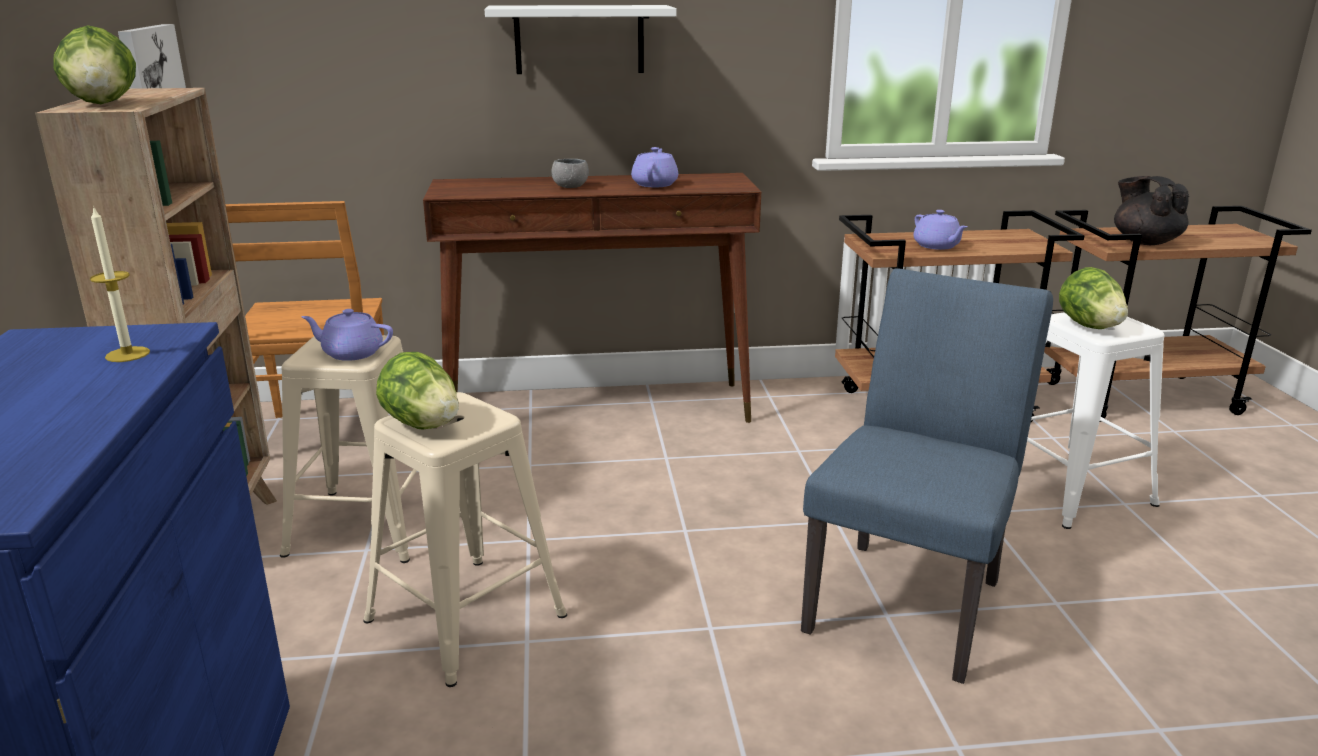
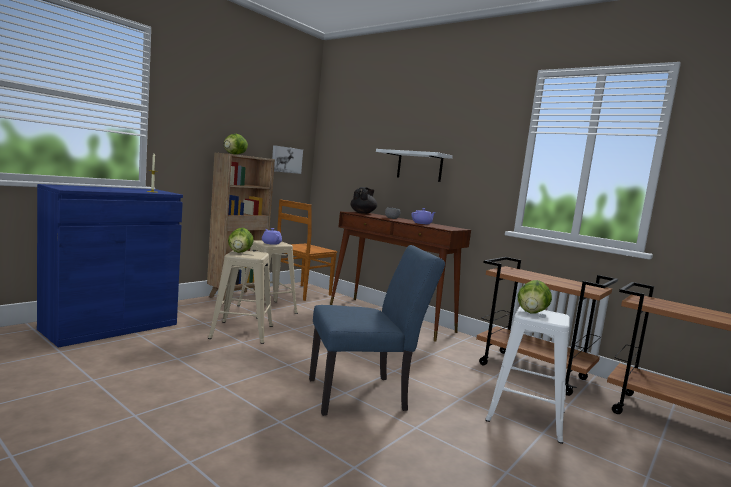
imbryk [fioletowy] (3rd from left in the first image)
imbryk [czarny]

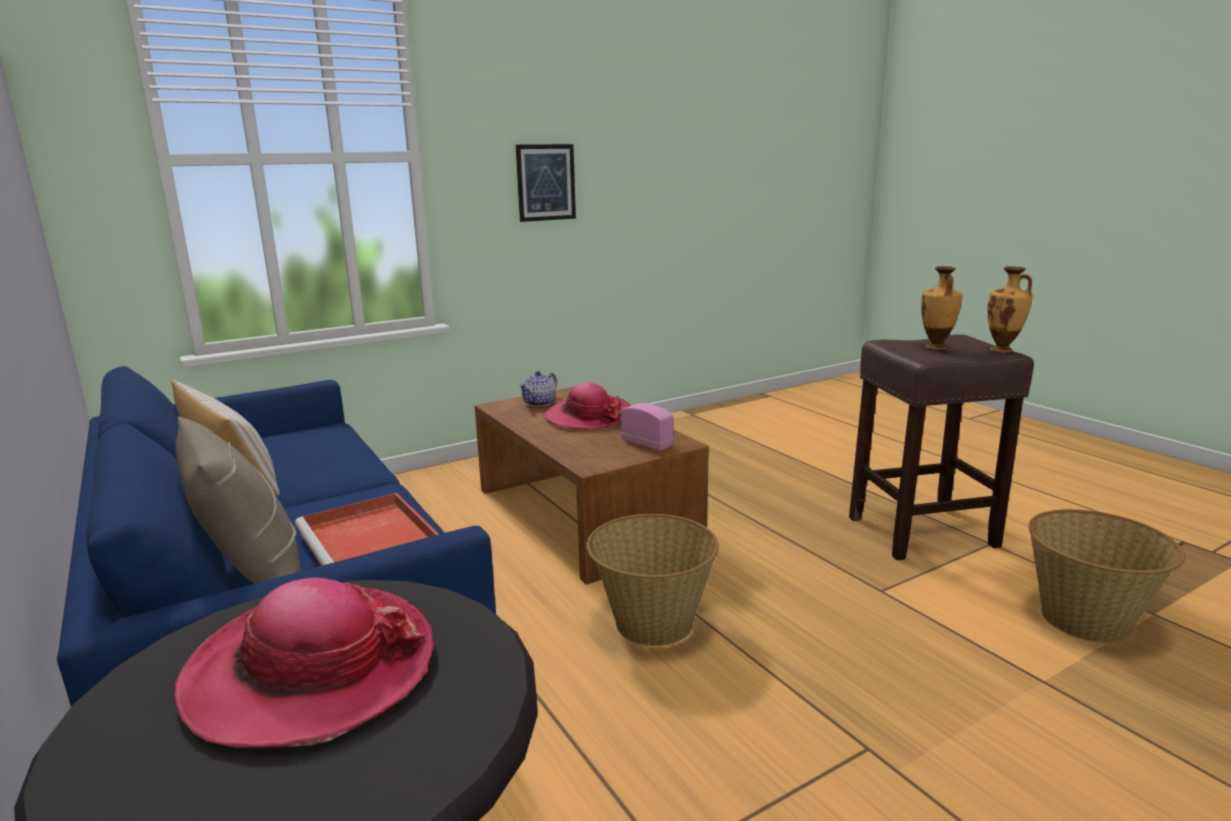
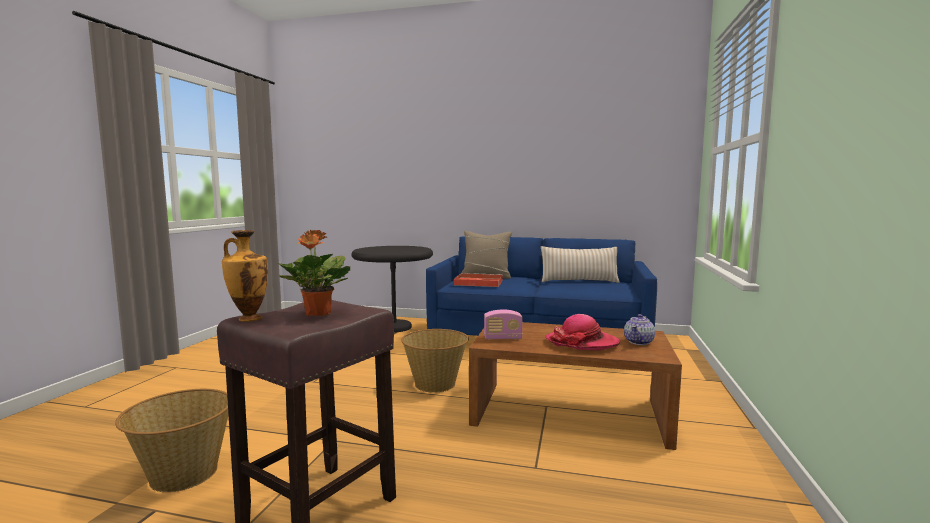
kapelusz (1st from left in the first image)
obraz
roślina doniczkowa
imbryk

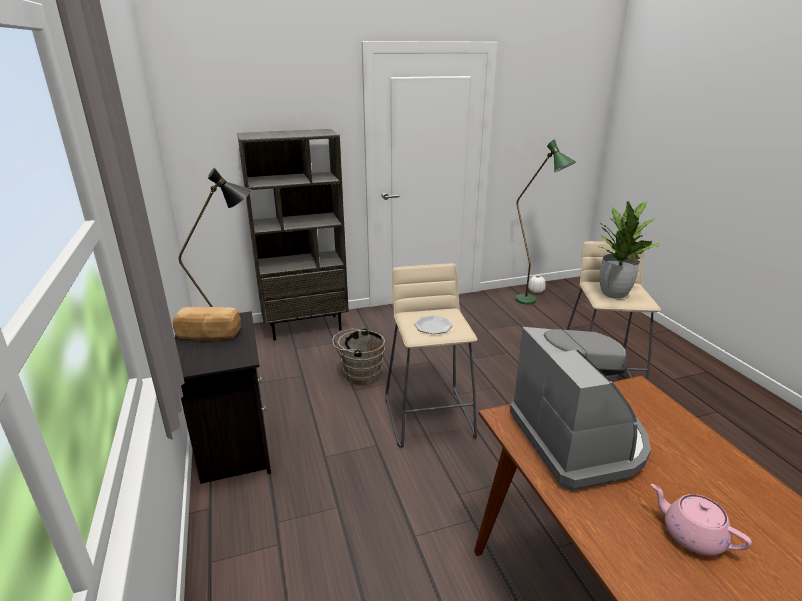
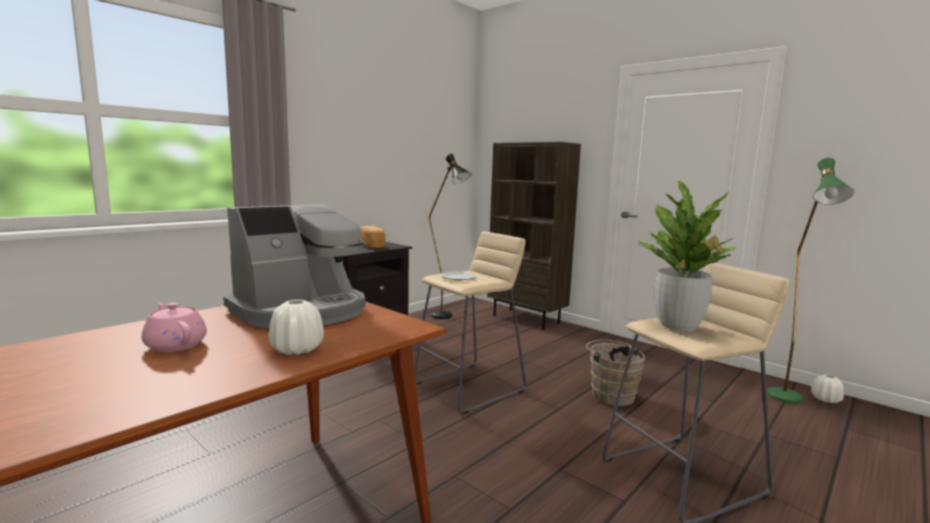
wazon [biały] (1st from left)
wiadro [brązowy]
imbryk [różowy]

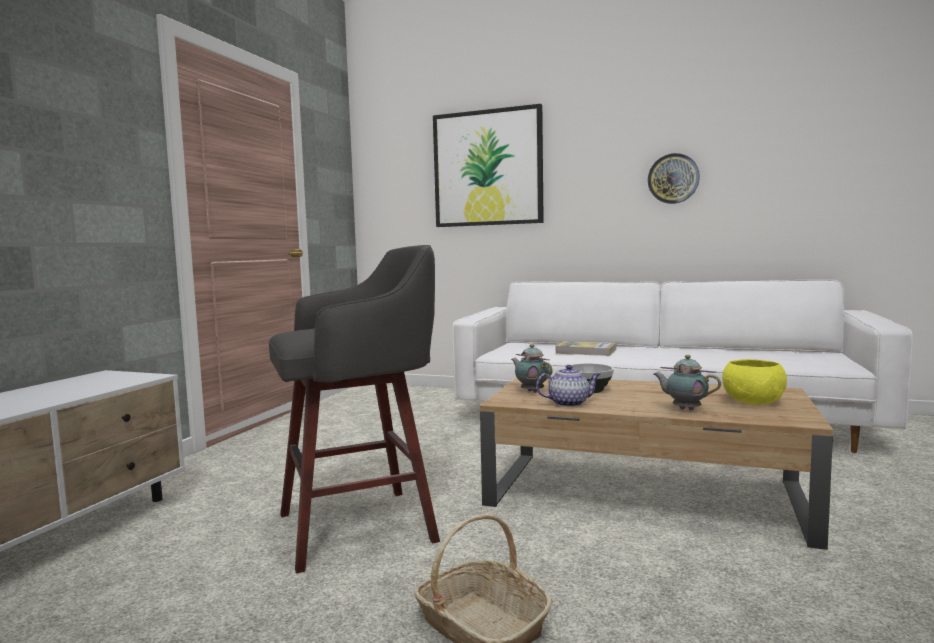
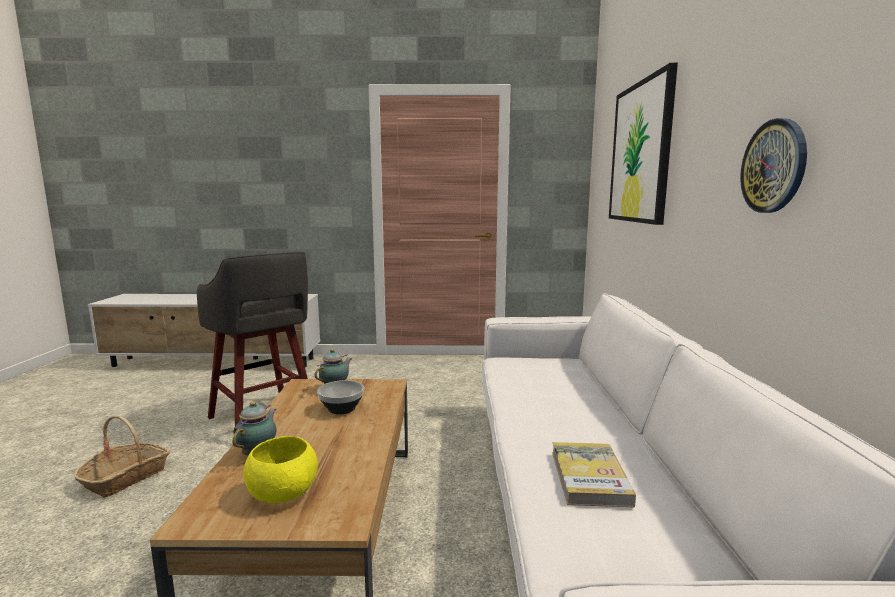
imbryk (2nd from left in the first image)
książka

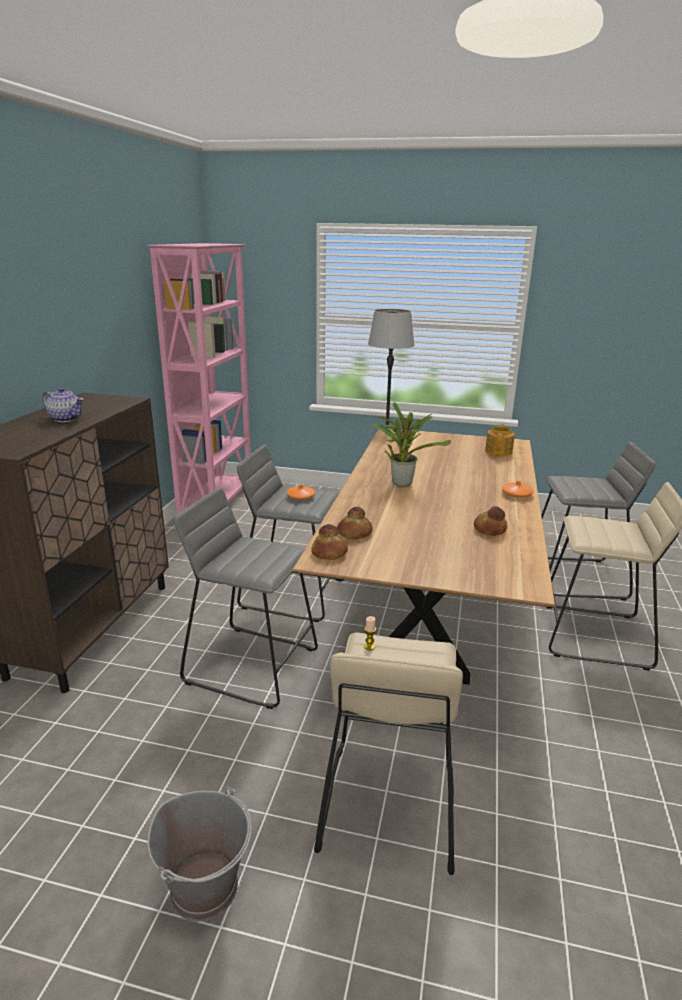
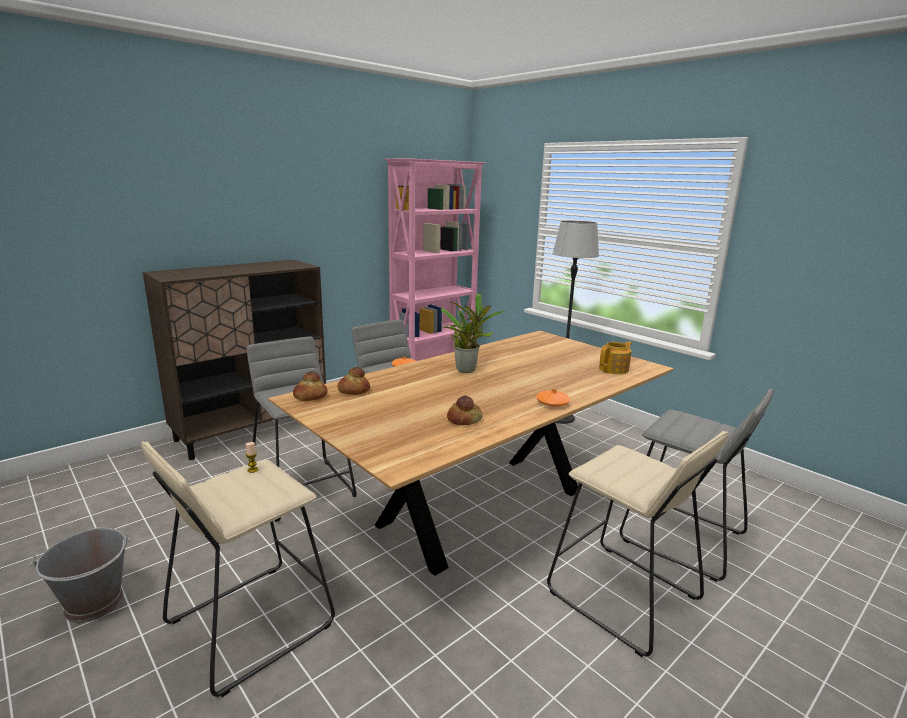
imbryk (1st from left in the first image)

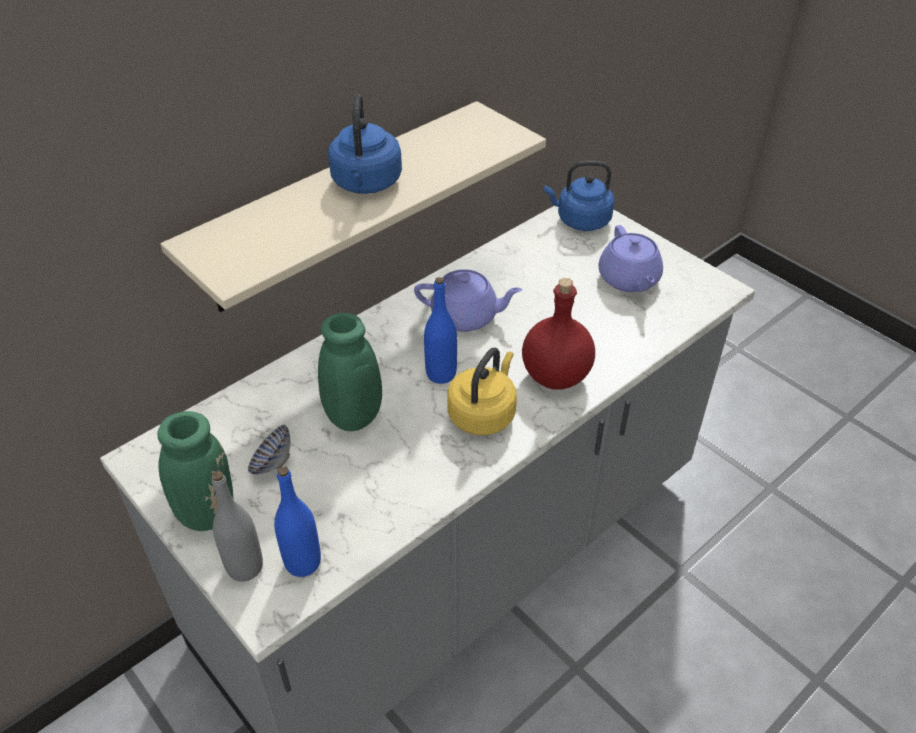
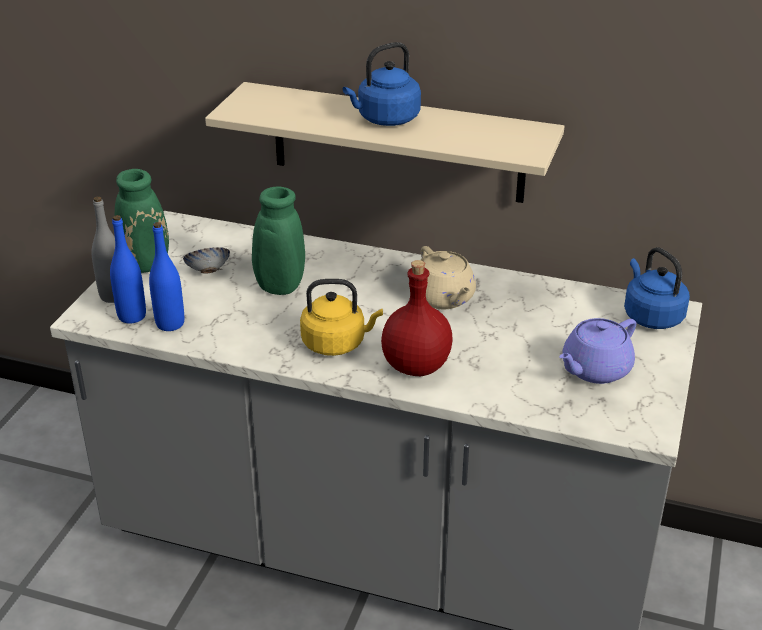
butelka [niebieski] (2nd from left)
imbryk [beżowy]

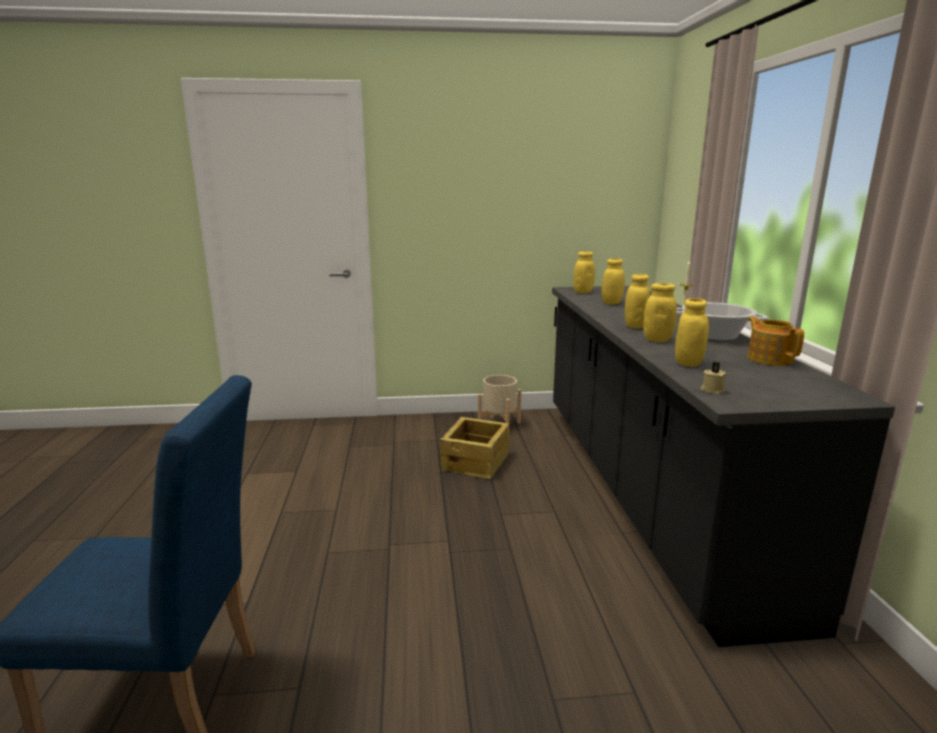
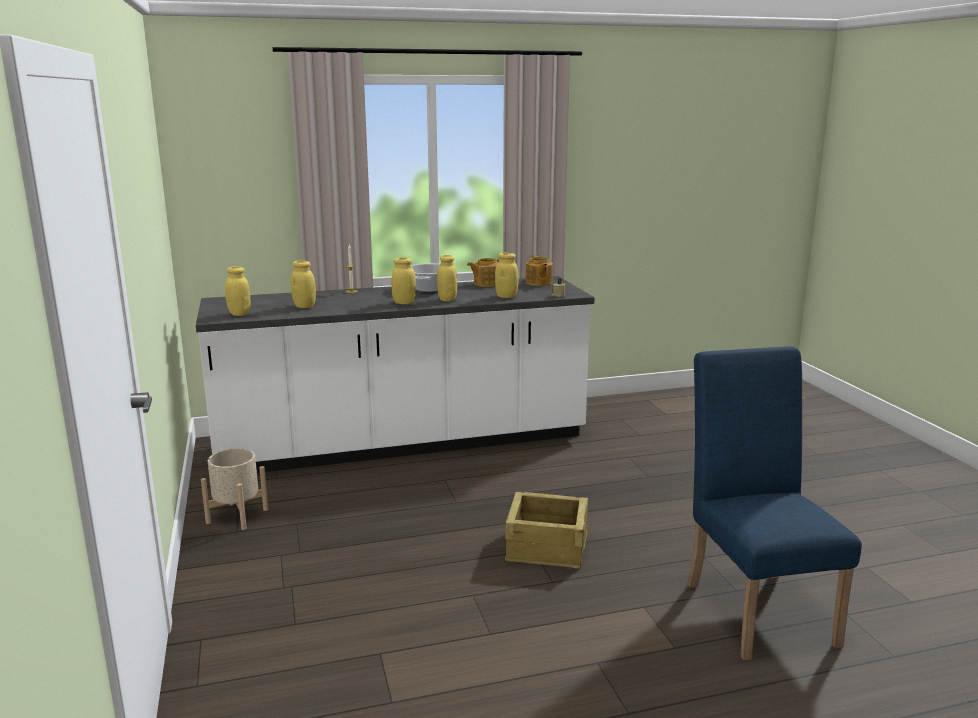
imbryk (2nd from left)
skrzynka
zabudowa kuchenna [biały]

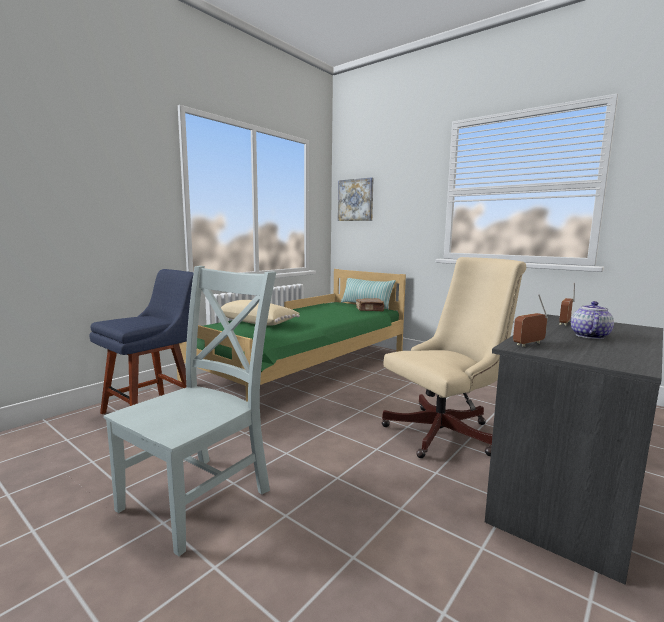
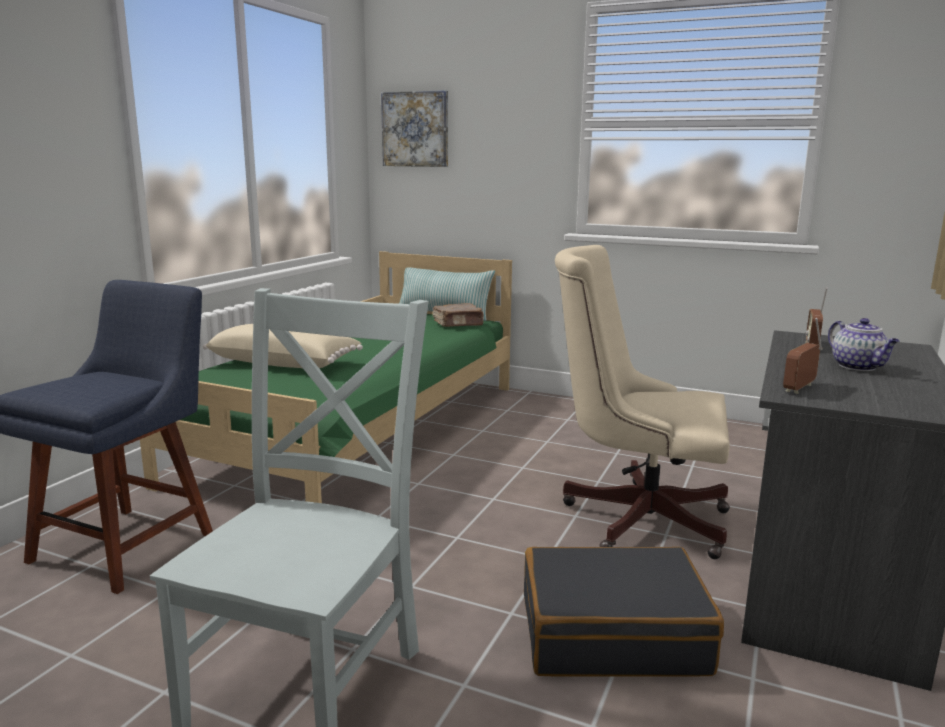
walizka [czarny]
krzesło biurowe [beżowy]
imbryk

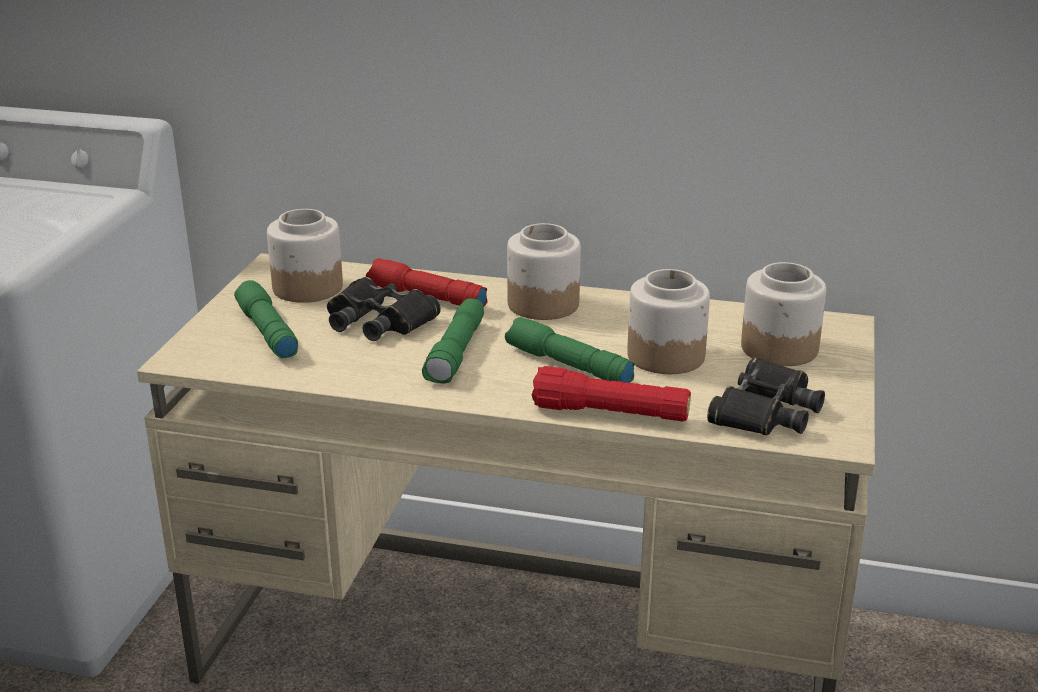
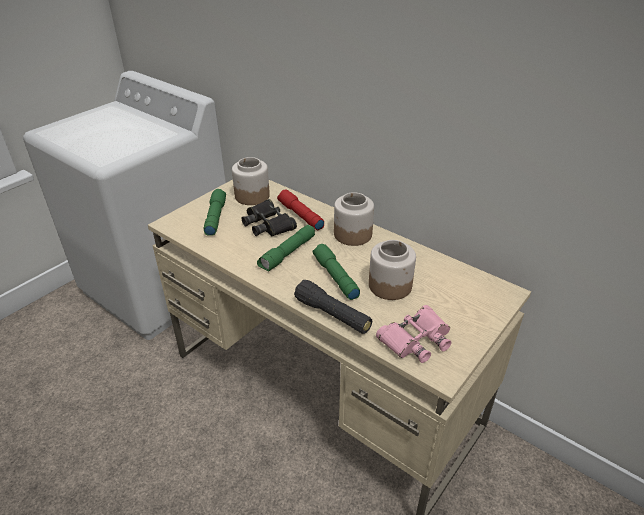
słoik (4th from left in the first image)
latarka [czarny]
lornetka [różowy]

